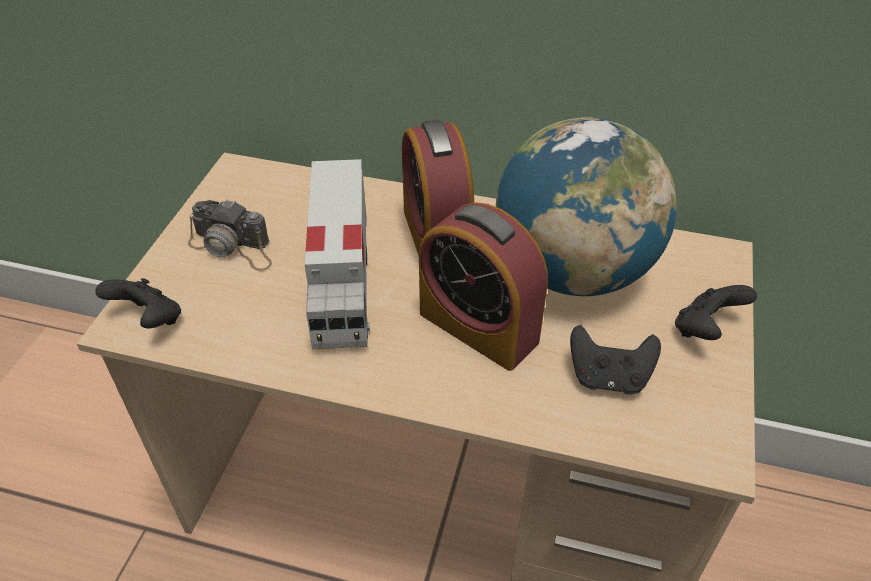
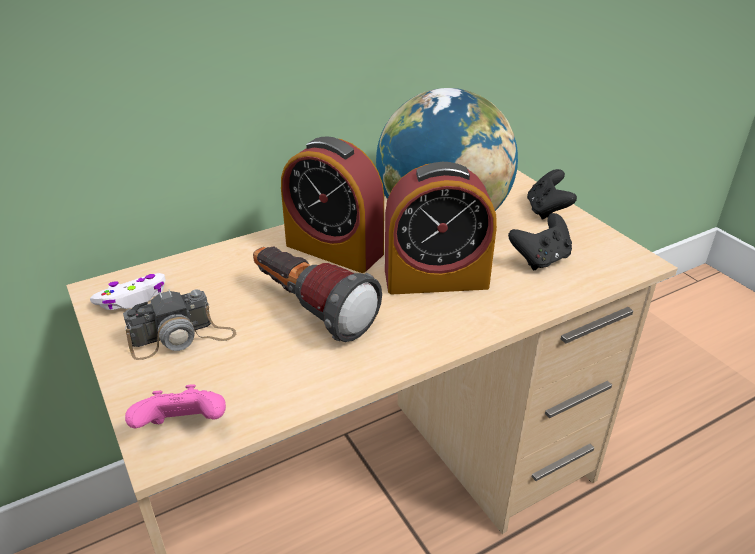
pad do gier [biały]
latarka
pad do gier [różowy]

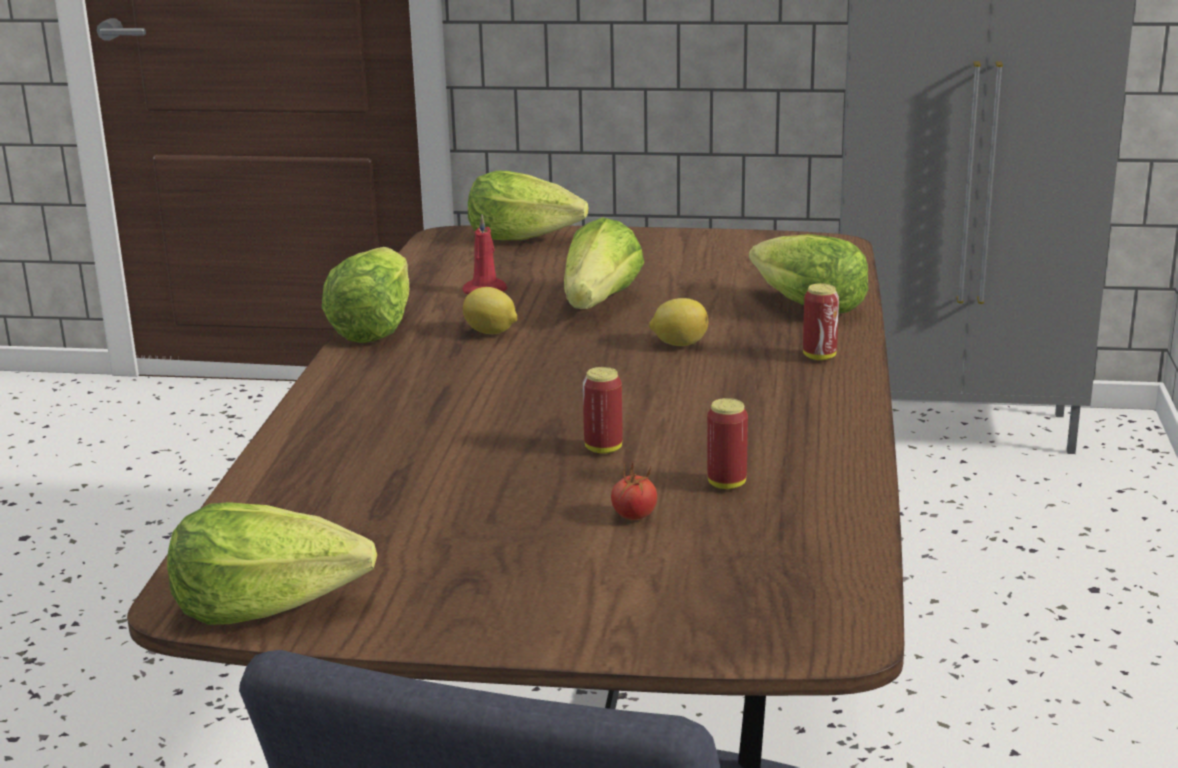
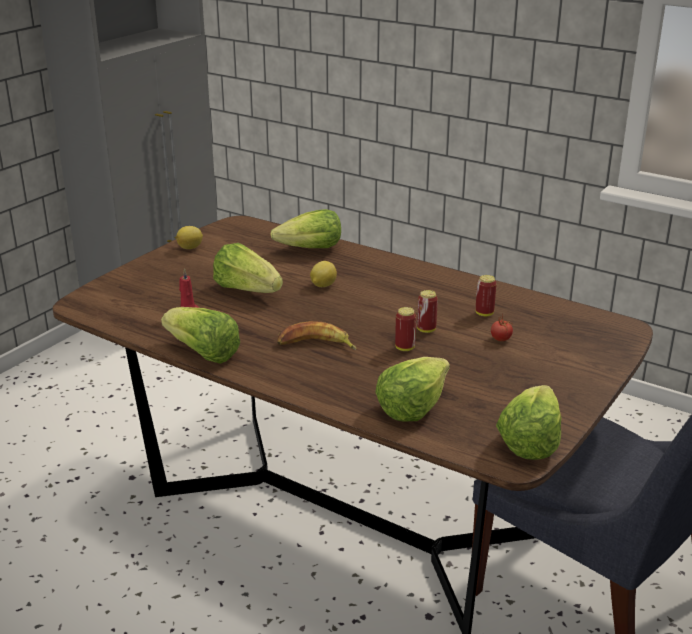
banan
cytryna (1st from left)
sałata (4th from left)
puszka (1st from left)

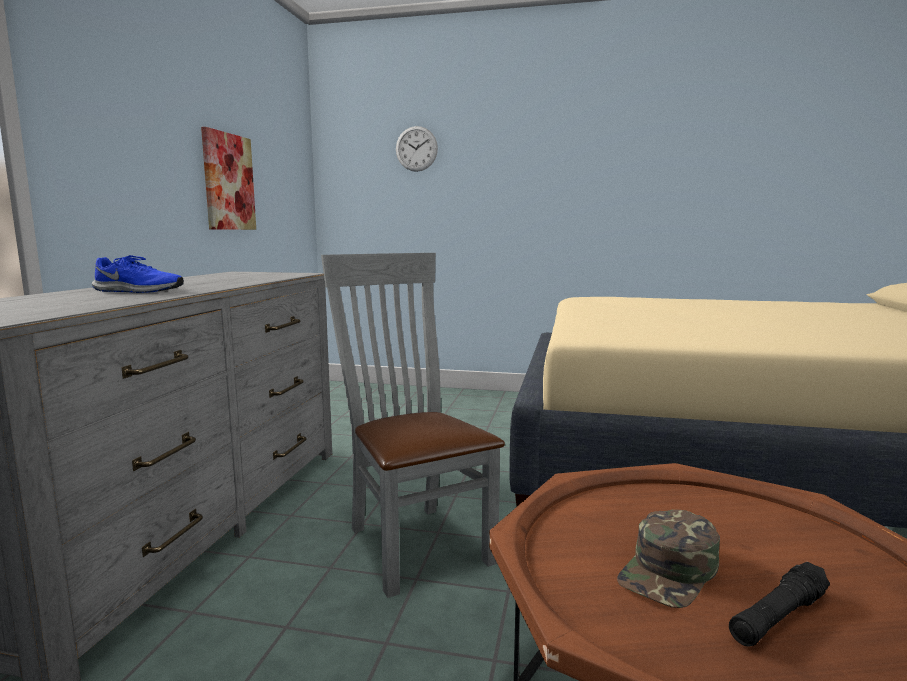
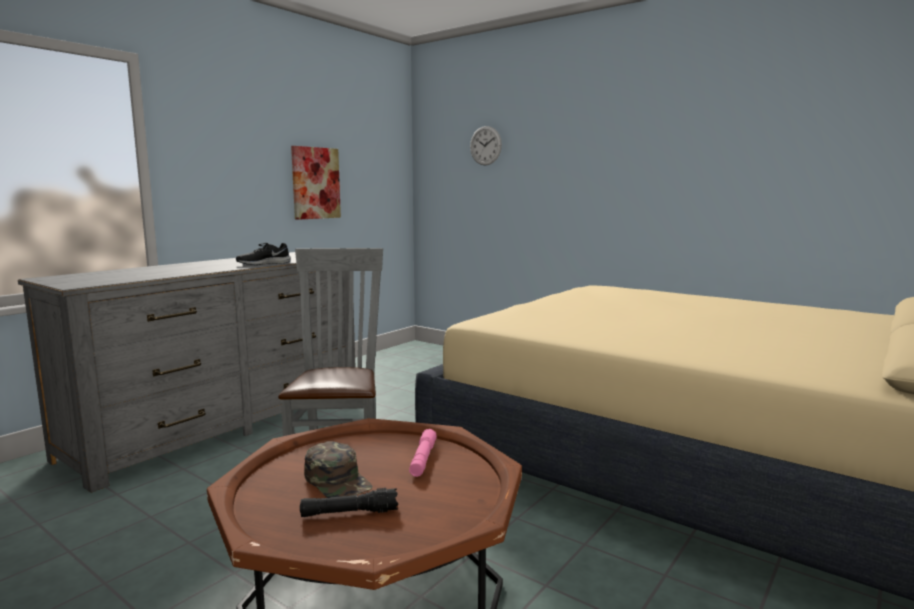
but [niebieski]
but [czarny]
latarka [różowy]
czapka z daszkiem [zielony]

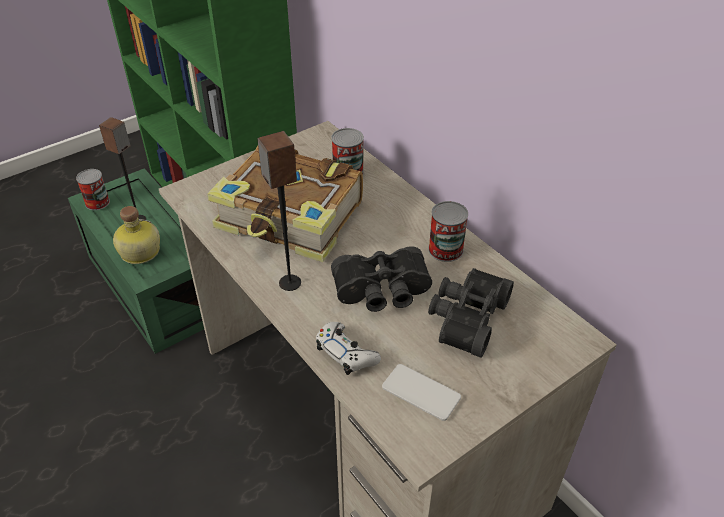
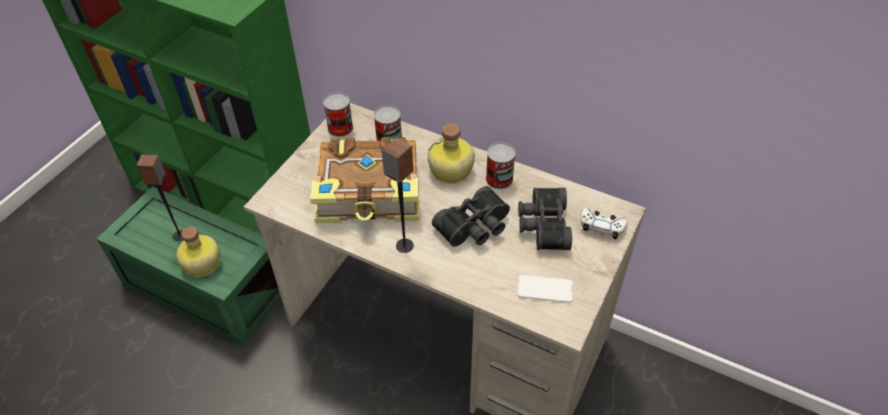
butelka (2nd from left)
puszka (1st from left)
pad do gier [biały]

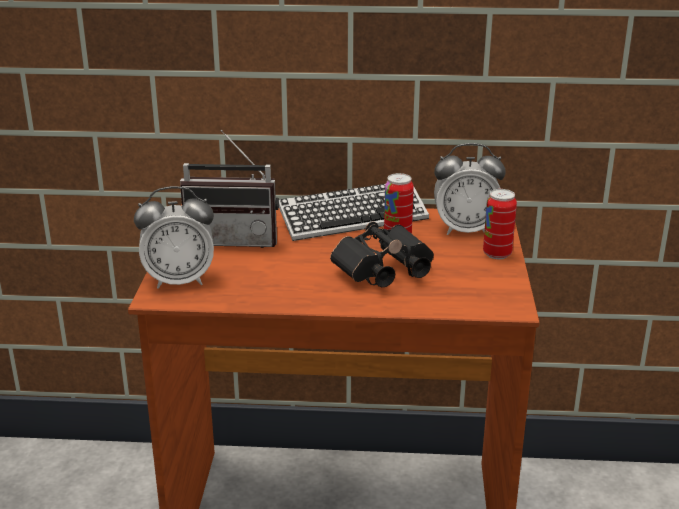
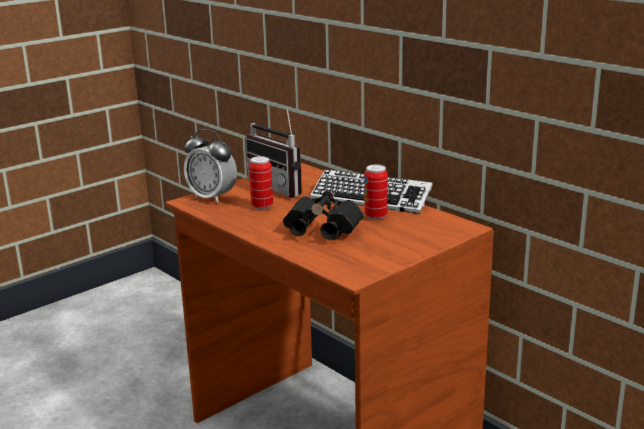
budzik (2nd from left in the first image)
puszka (1st from left)

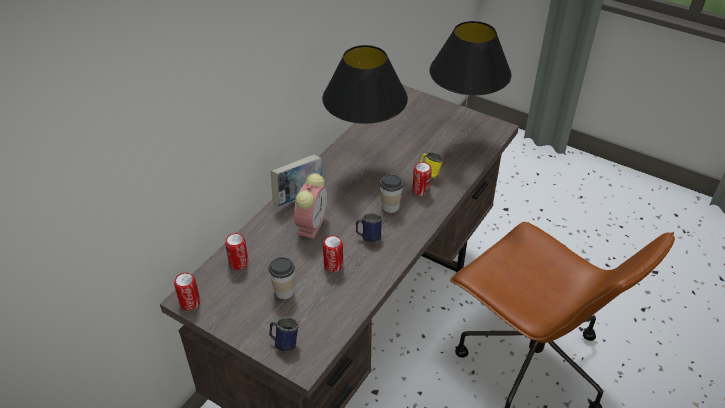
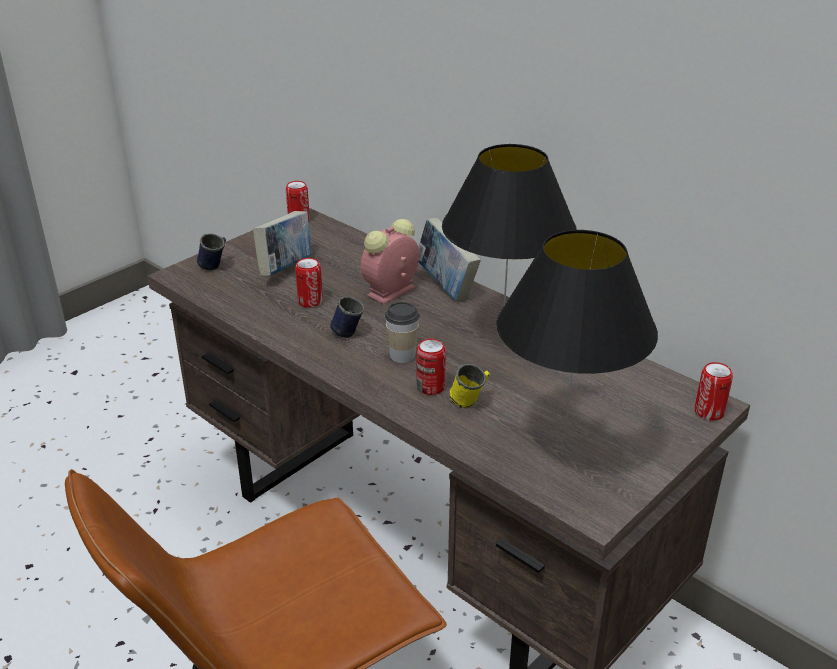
puszka (4th from left)
książka (1st from left)
budzik

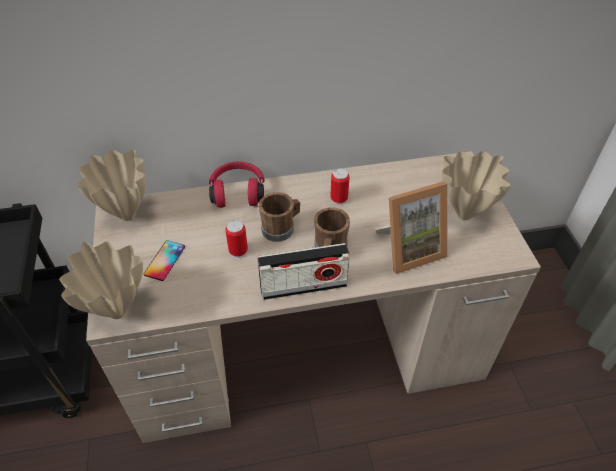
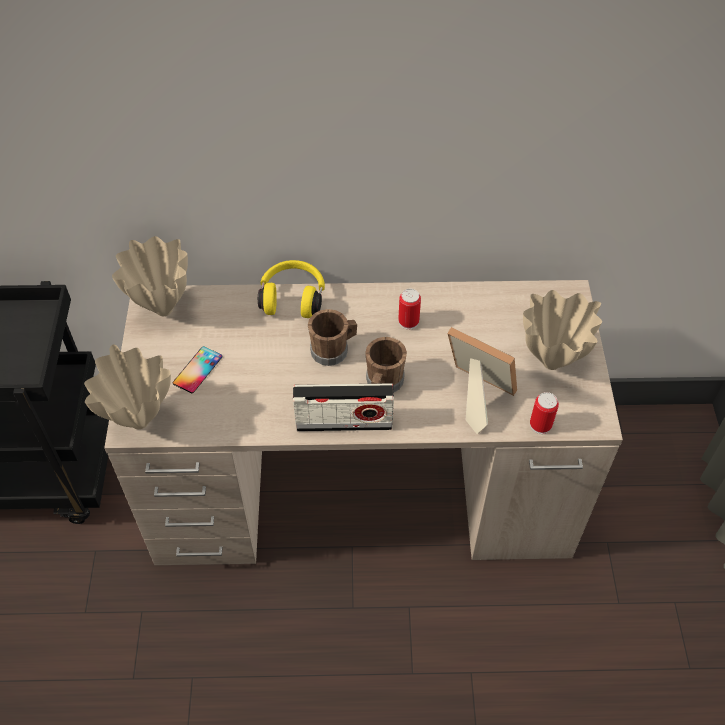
puszka (2nd from left)
słuchawki [żółty]
ramka na zdjęcie

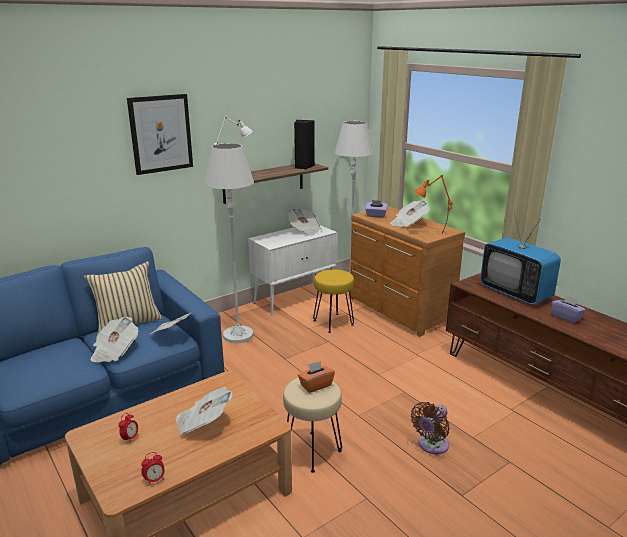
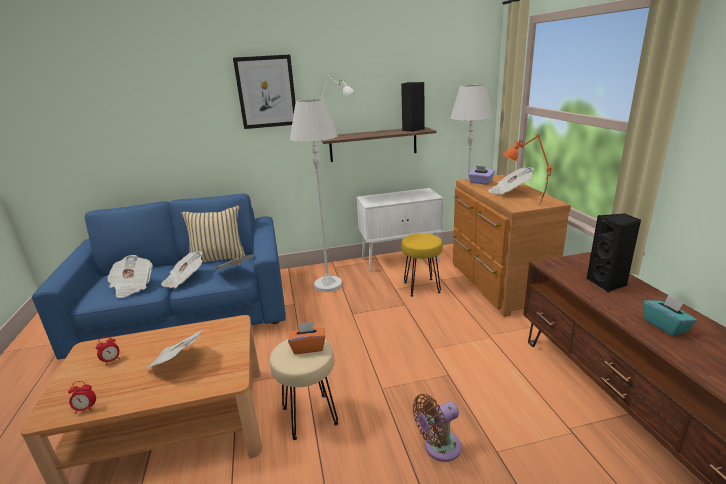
gazeta (1st from left)
głośnik [czarny] (2nd from left)
pudełko chusteczek [turkusowy]

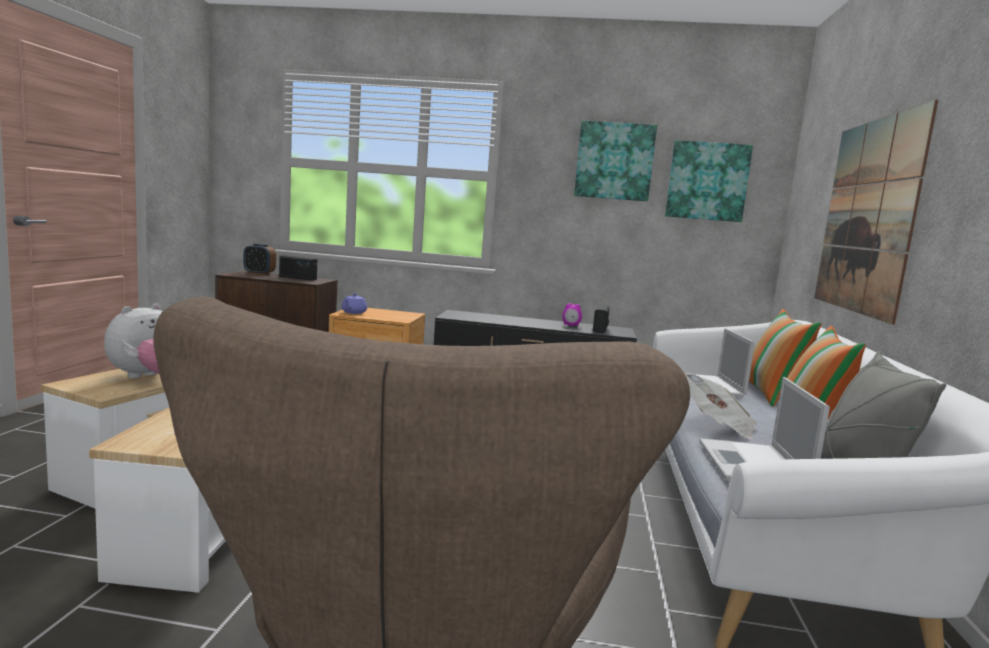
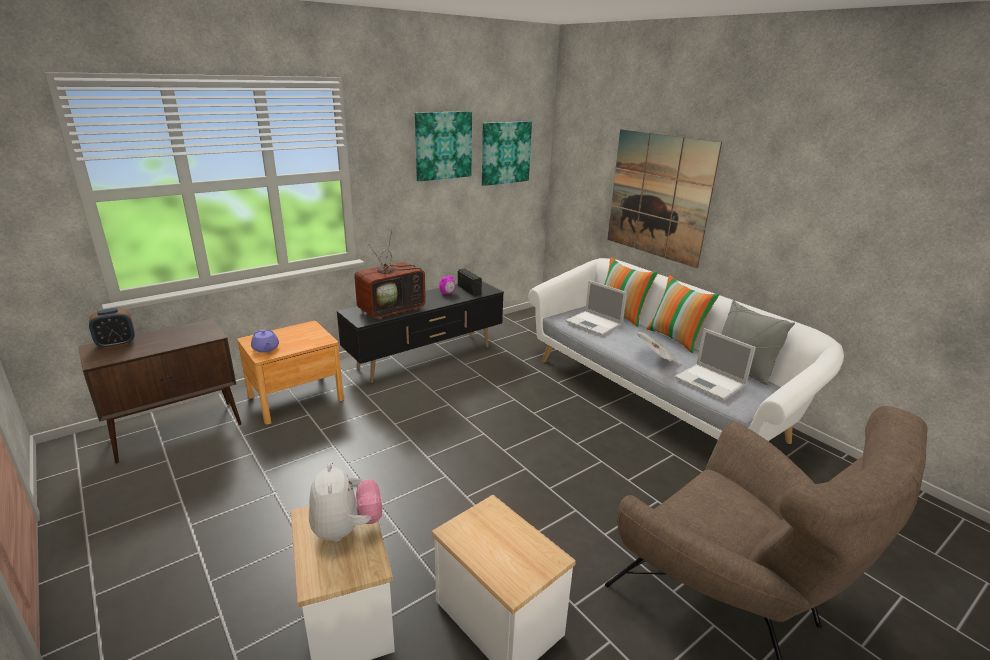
radio (1st from left in the first image)
telewizor

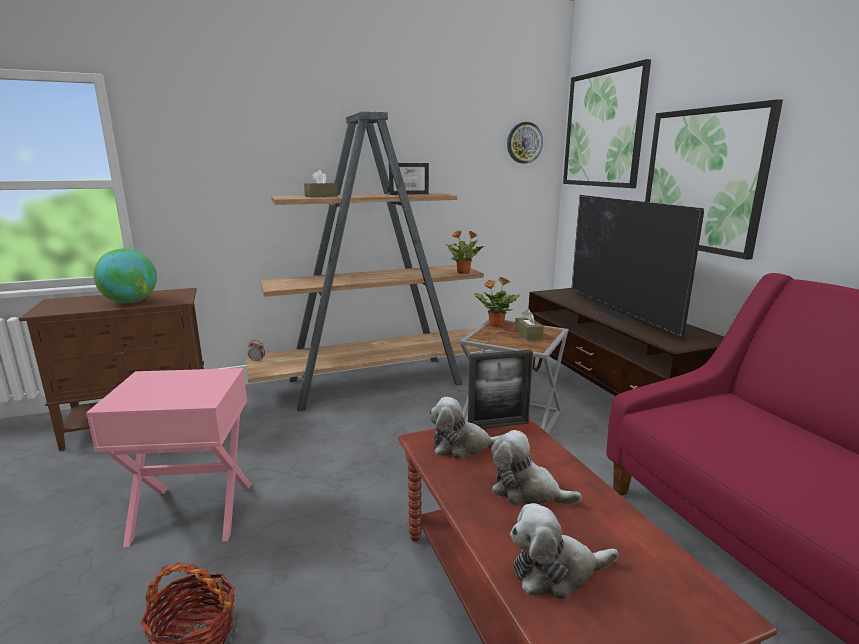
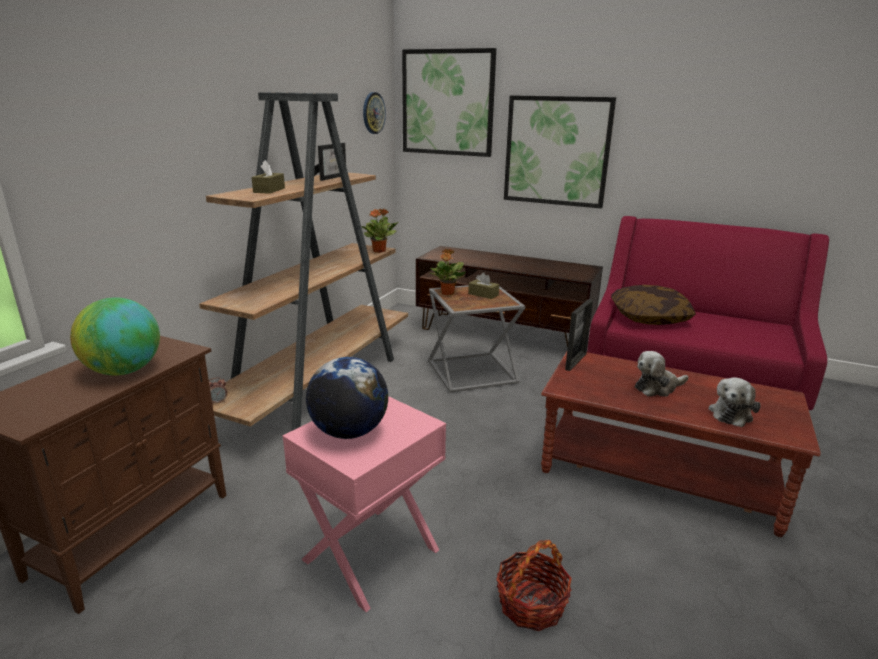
pluszak (1st from left in the first image)
telewizor
globus (2nd from left)
poduszka

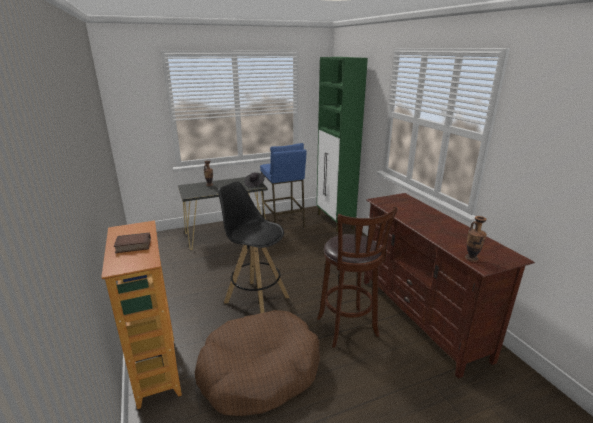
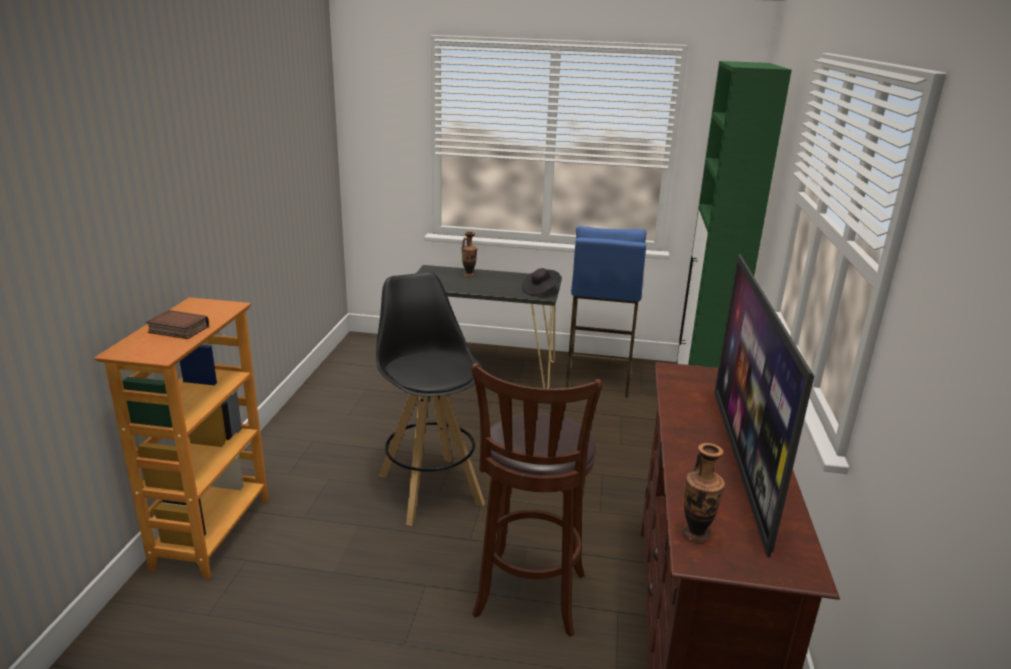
legowisko [brązowy]
telewizor

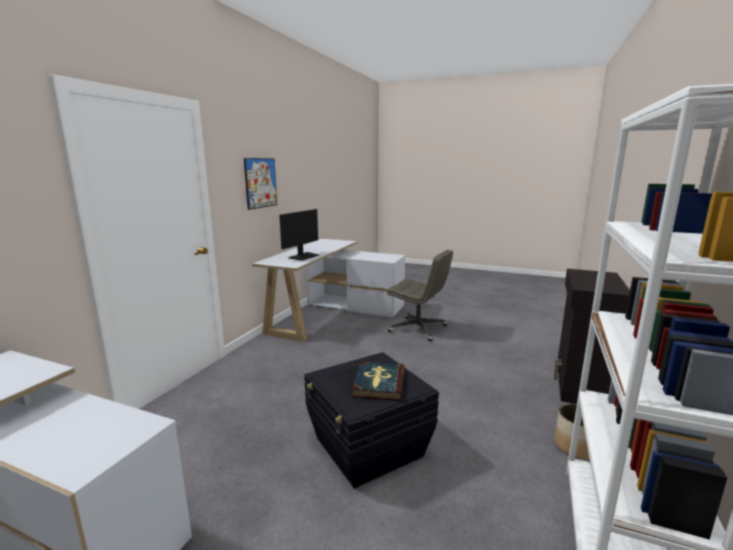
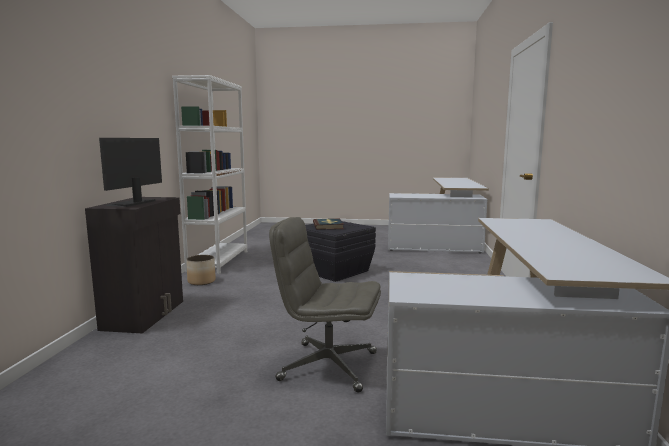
obraz
monitor

